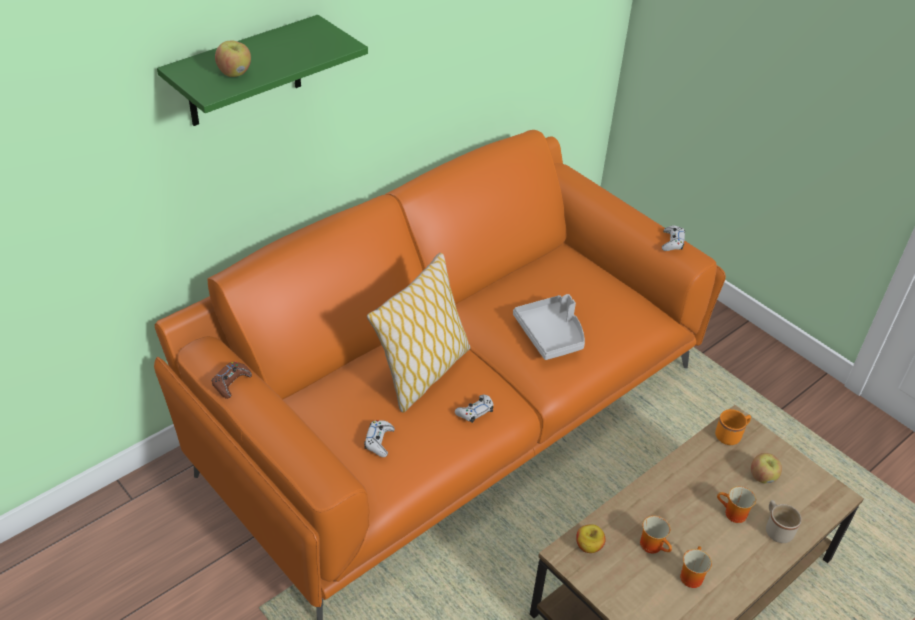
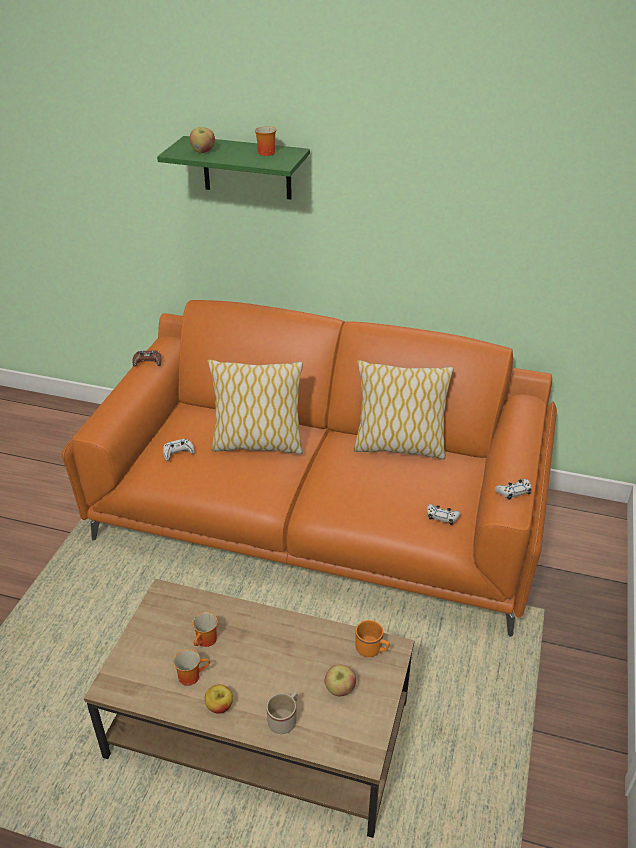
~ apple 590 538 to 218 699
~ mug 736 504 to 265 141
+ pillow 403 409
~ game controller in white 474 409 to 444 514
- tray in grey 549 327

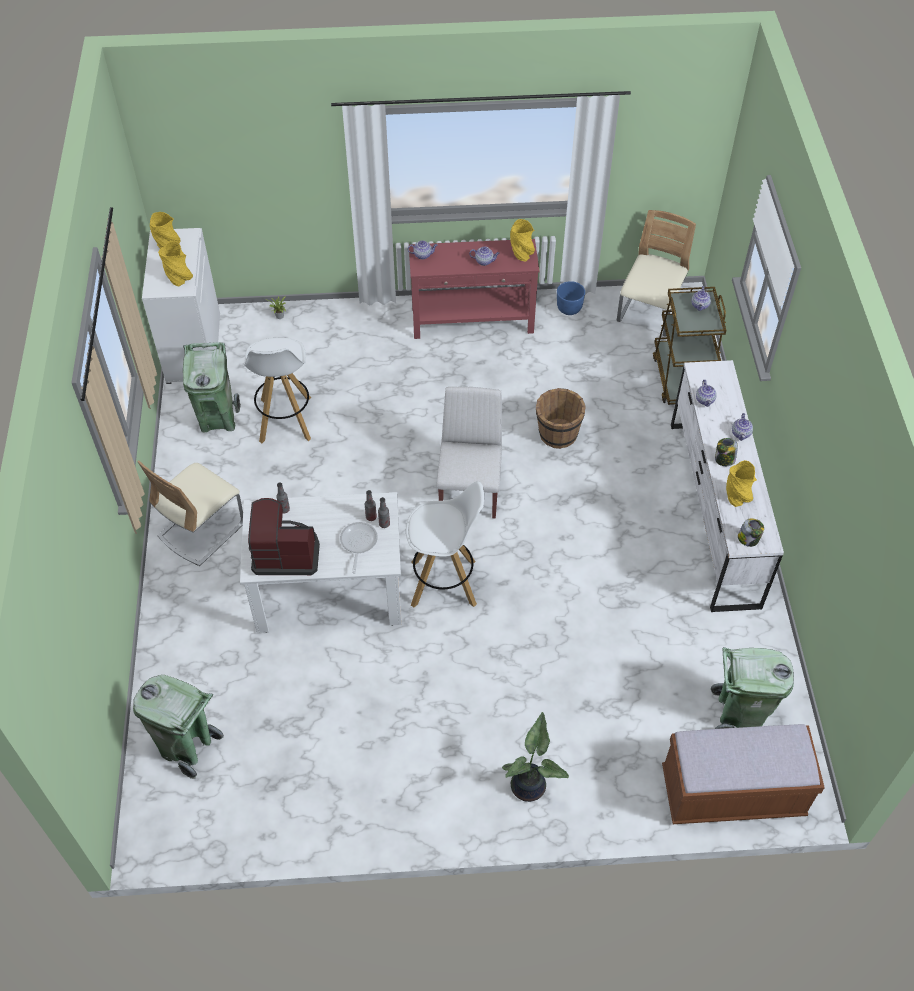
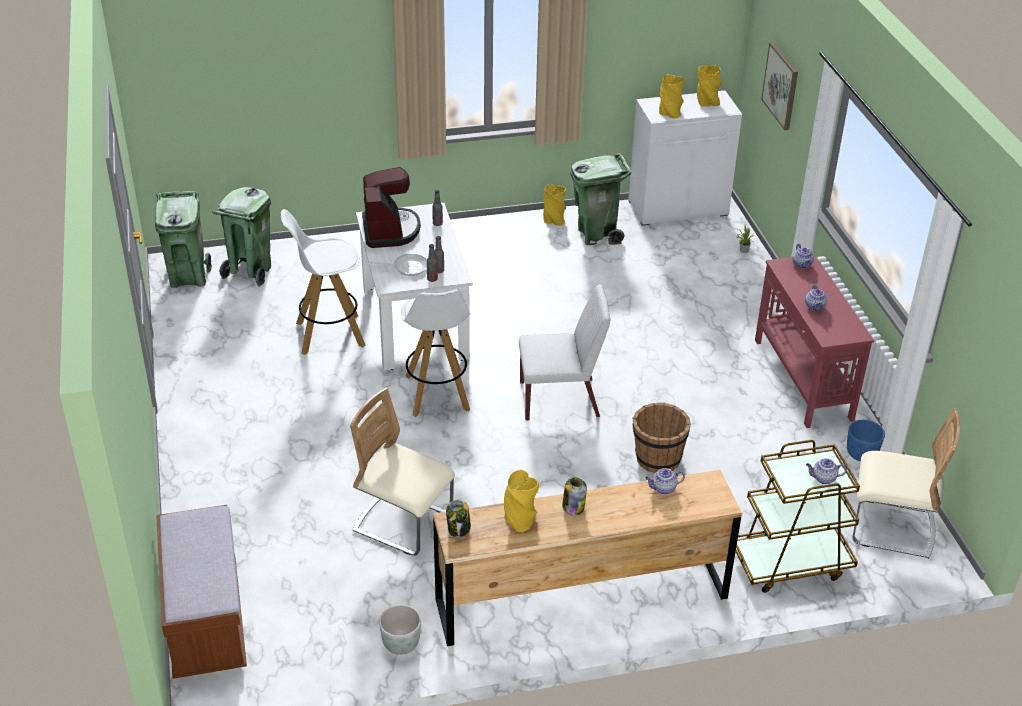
~ trash can in green 752 688 to 183 239
~ stool in white 277 391 to 323 282
~ chair in beige 190 513 to 402 472
+ planter in grey 400 630
~ dresser in white 727 486 to dresser in brown 587 558
~ vase in yellow 522 240 to 554 205
+ picture 779 86
- potted plant 535 757
- teapot 742 427

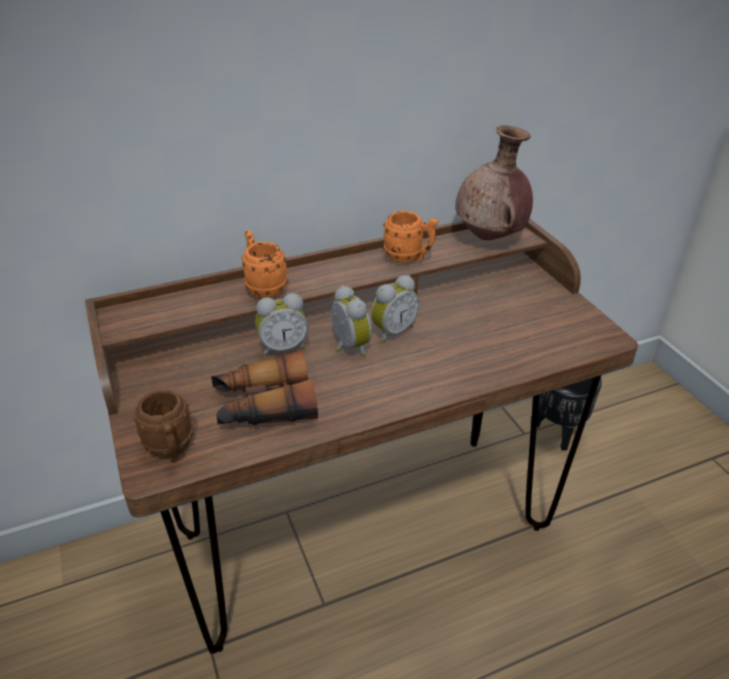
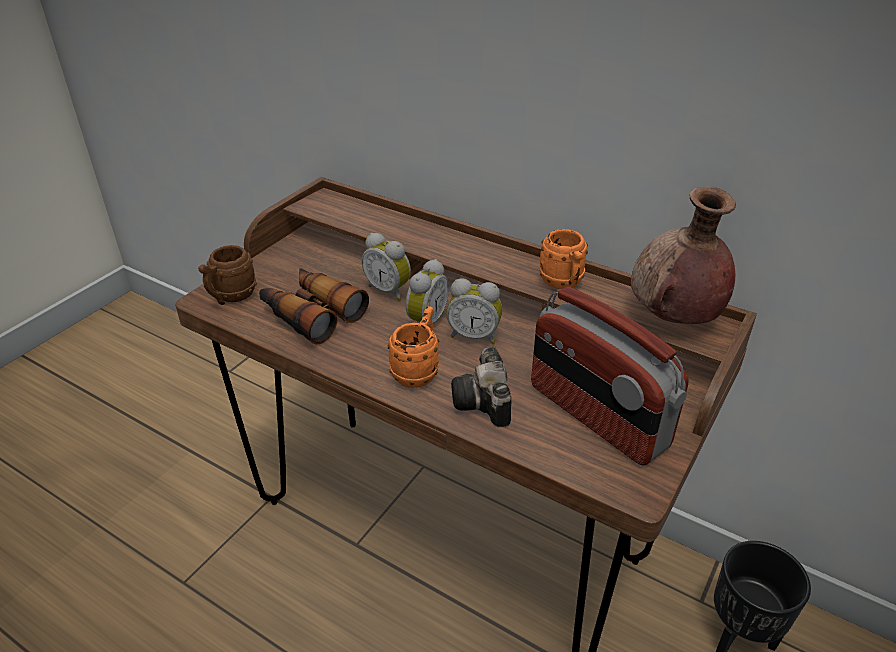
~ mug in orange 264 264 to 413 347
+ photo camera 481 387
+ radio 610 376

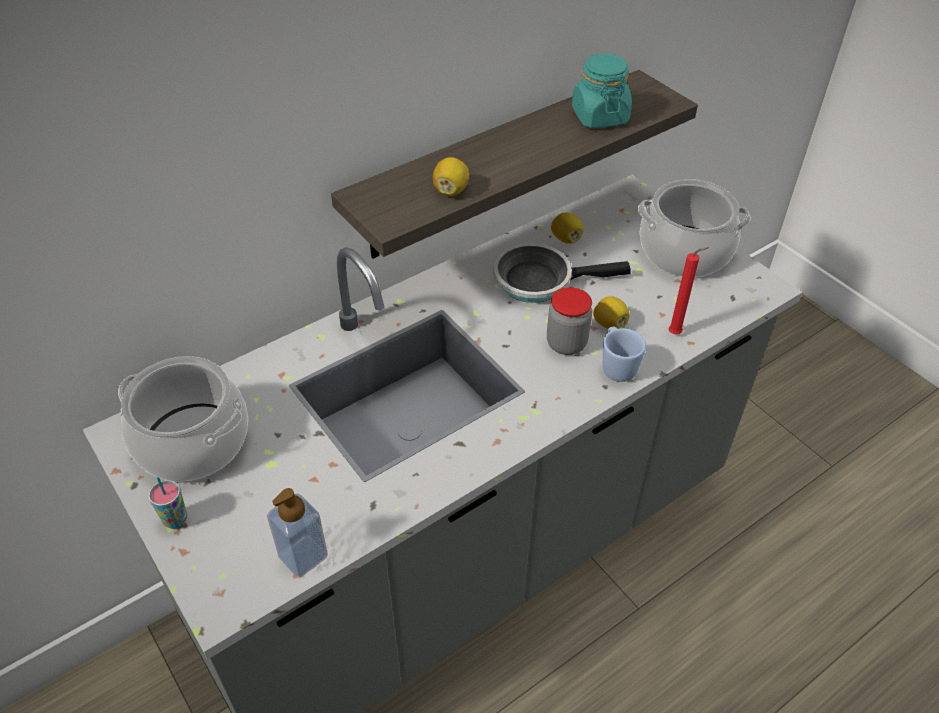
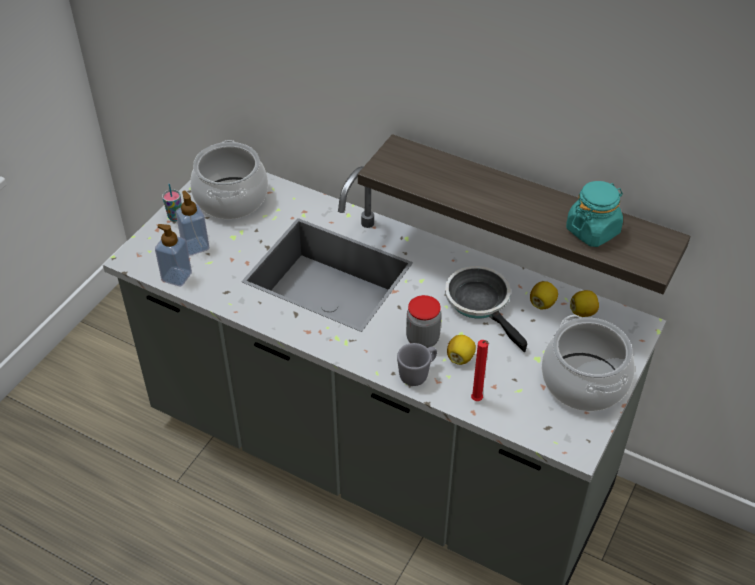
+ soap dispenser 192 223
~ mug in blue 624 354 to mug in grey 417 364
~ lemon 451 176 to 584 303

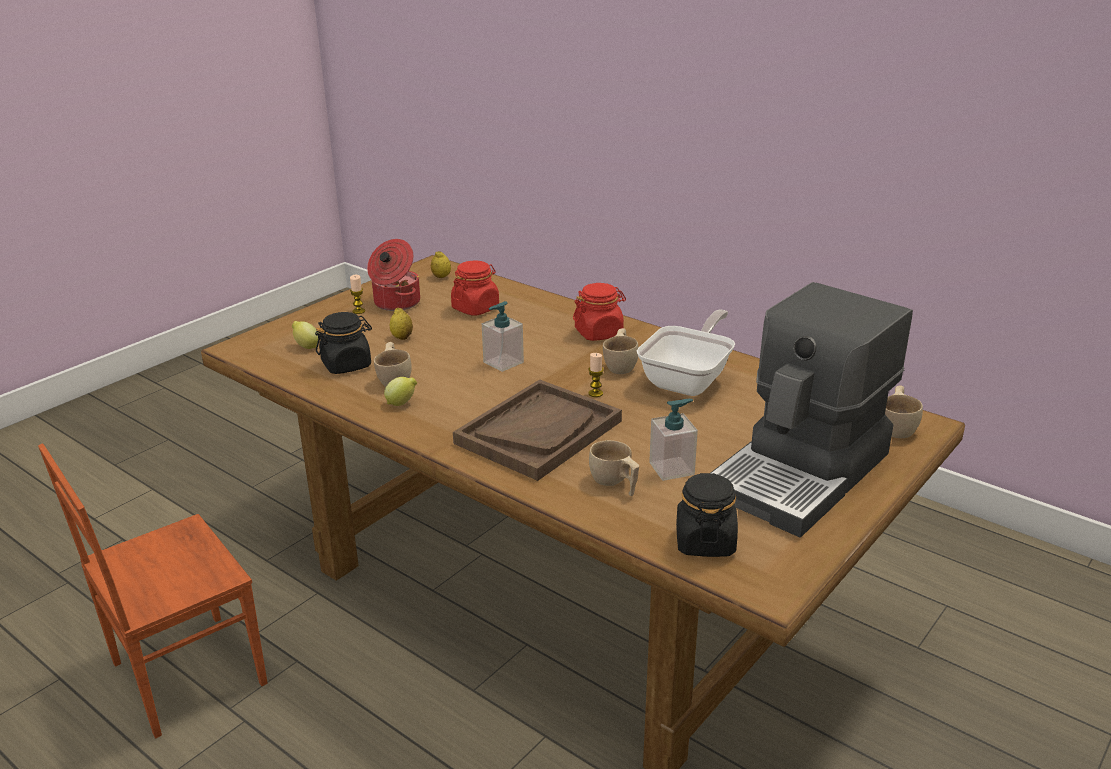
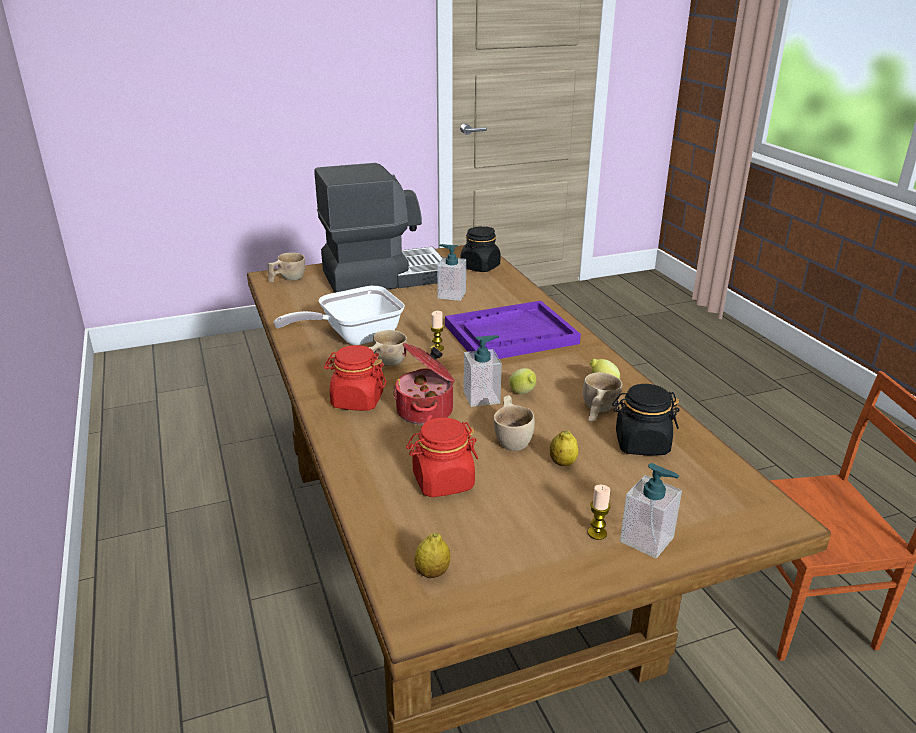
~ cooking pot 393 275 to 424 384
~ tray in brown 537 430 to tray in purple 513 330
~ cup in beige 614 468 to 514 423
~ lemon 305 335 to 522 381
+ soap dispenser 651 511

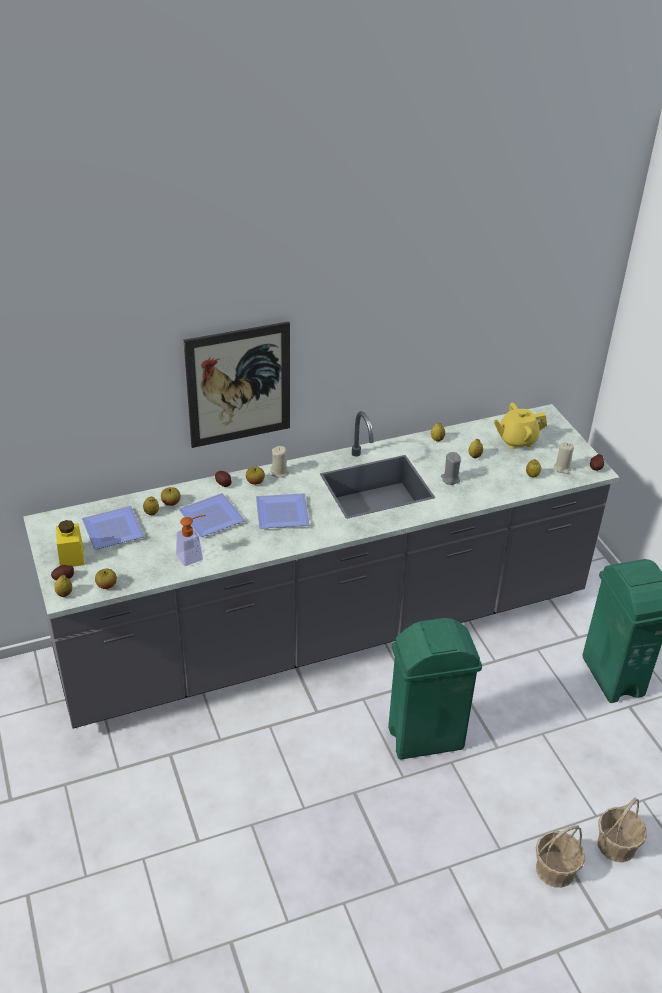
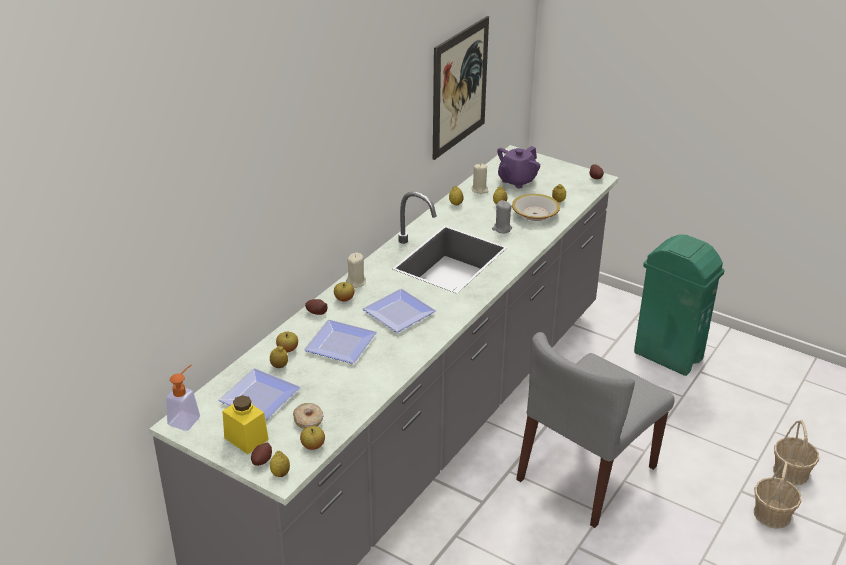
~ soap dispenser 191 540 to 183 398
+ donut 308 416
~ picture 237 384 to 461 88
~ candle in beige 564 458 to 480 178
~ teapot in yellow 520 426 to teapot in purple 518 167
+ bowl 536 207
~ trash can in green 435 688 to chair in grey 595 430

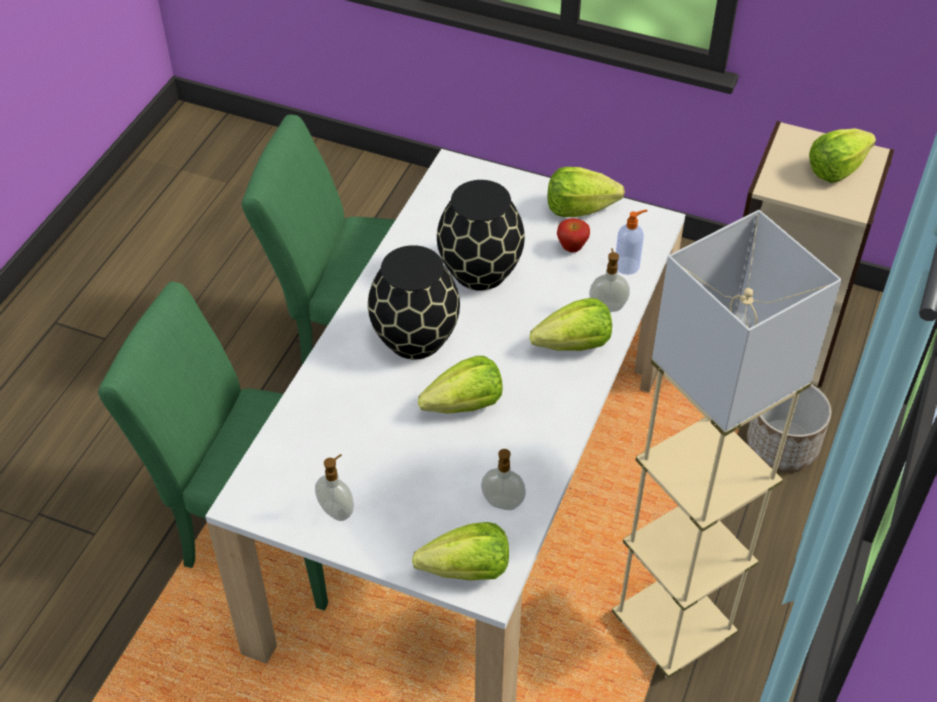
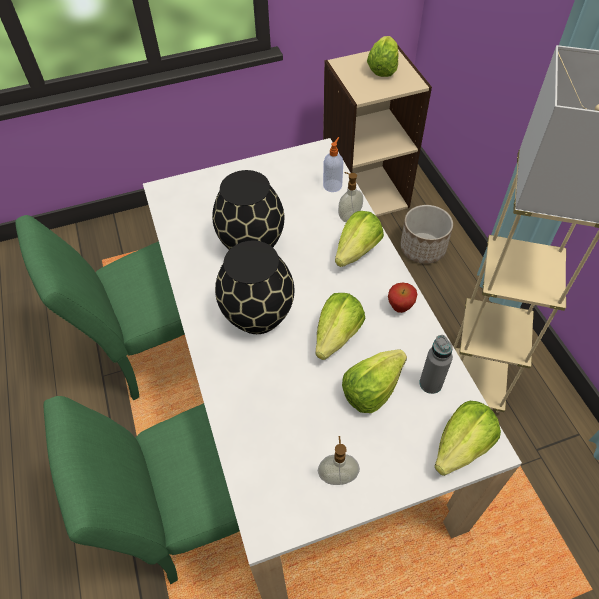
~ lettuce 586 192 to 374 381
~ apple 573 235 to 402 298
~ soap dispenser 503 479 to bottle in grey 436 364

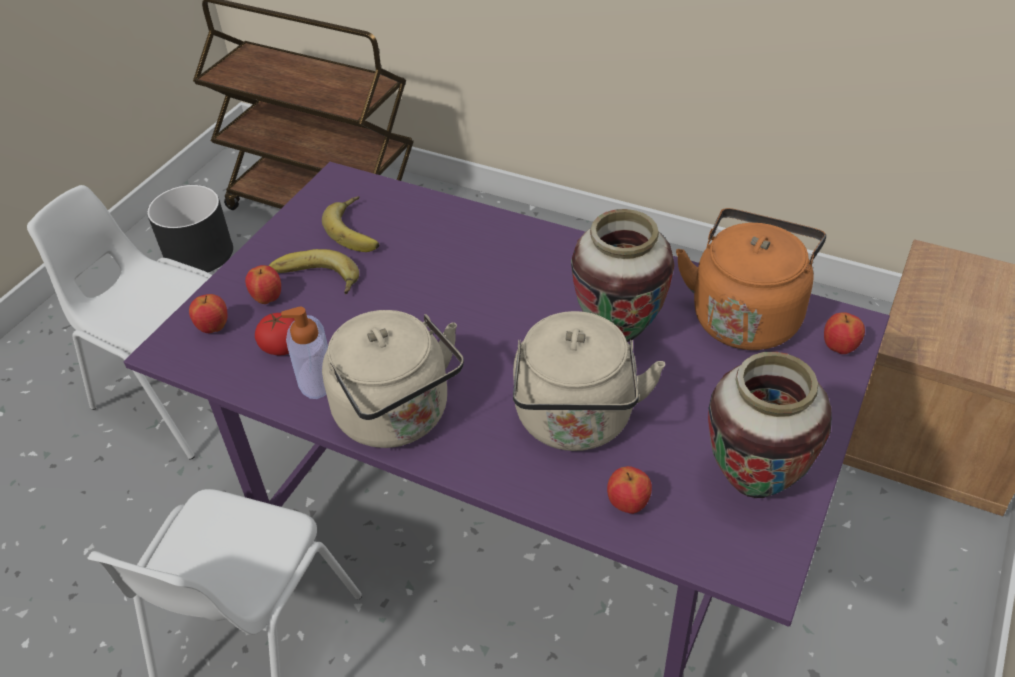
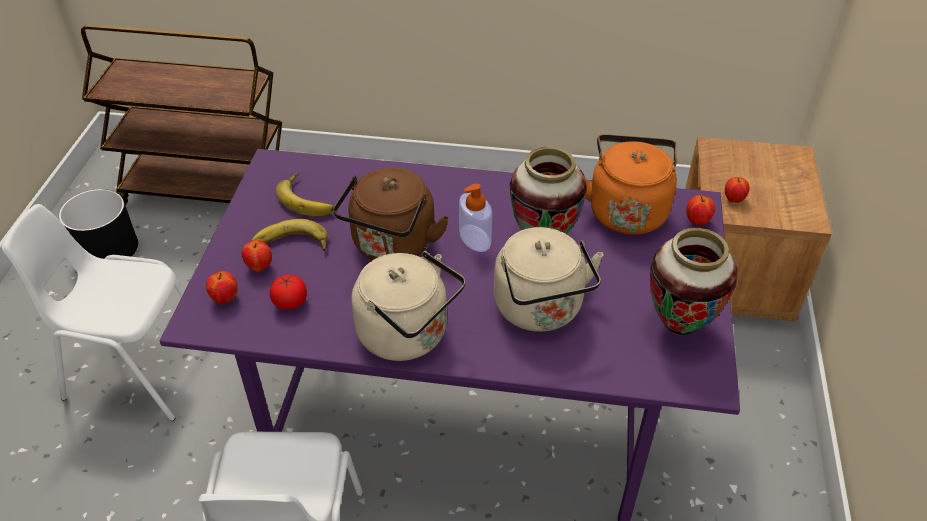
+ kettle in brown 391 213
~ soap dispenser 304 353 to 475 217
~ apple 629 490 to 737 190

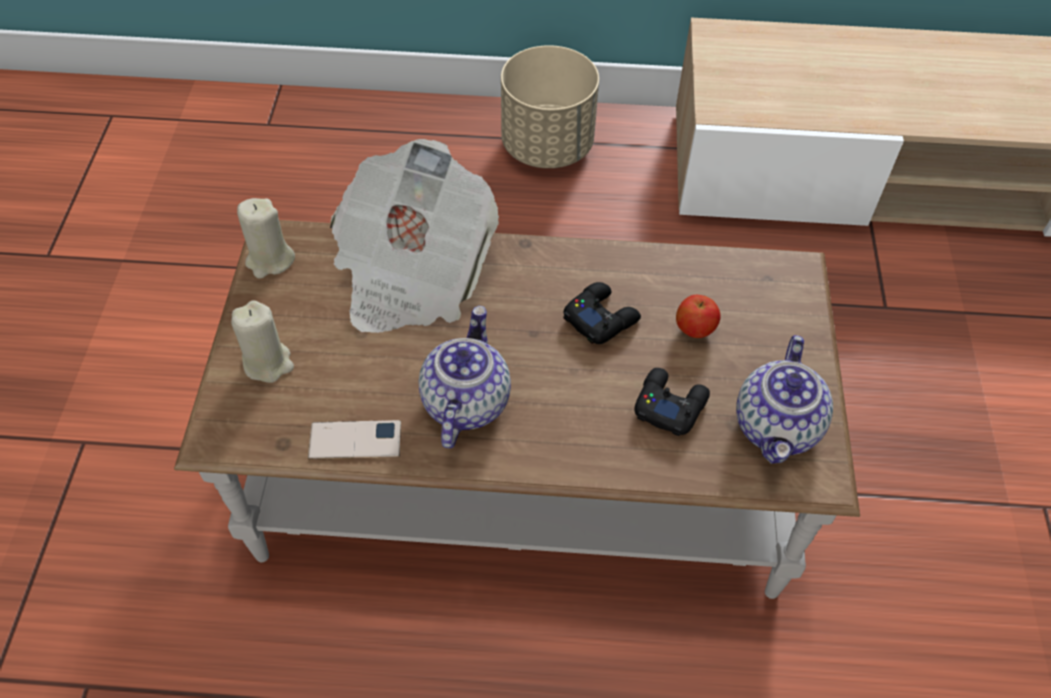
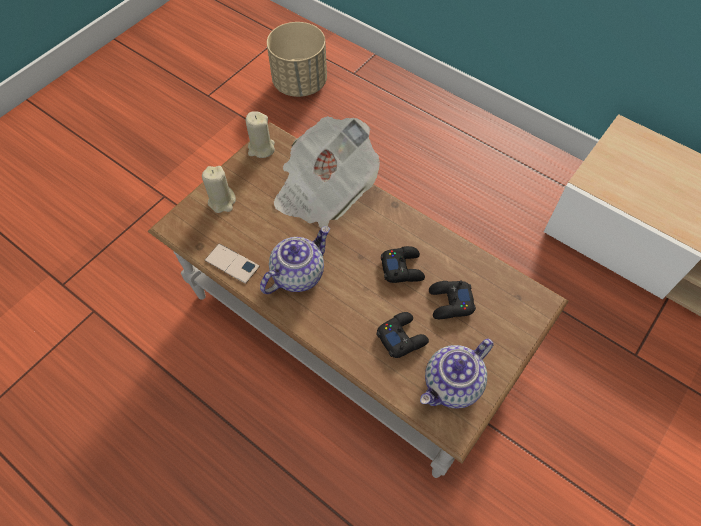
~ planter in beige 550 106 to 297 59
~ apple 698 316 to game controller in black 452 299

